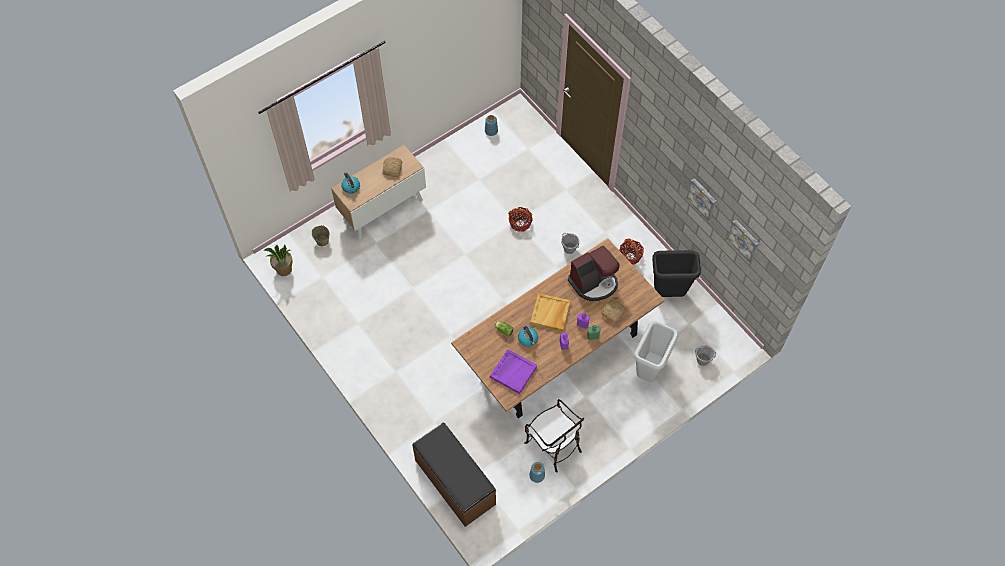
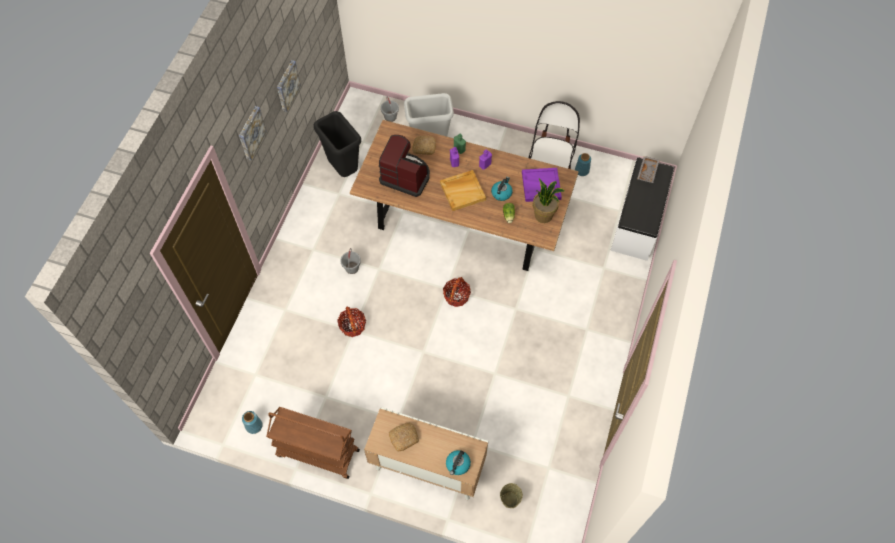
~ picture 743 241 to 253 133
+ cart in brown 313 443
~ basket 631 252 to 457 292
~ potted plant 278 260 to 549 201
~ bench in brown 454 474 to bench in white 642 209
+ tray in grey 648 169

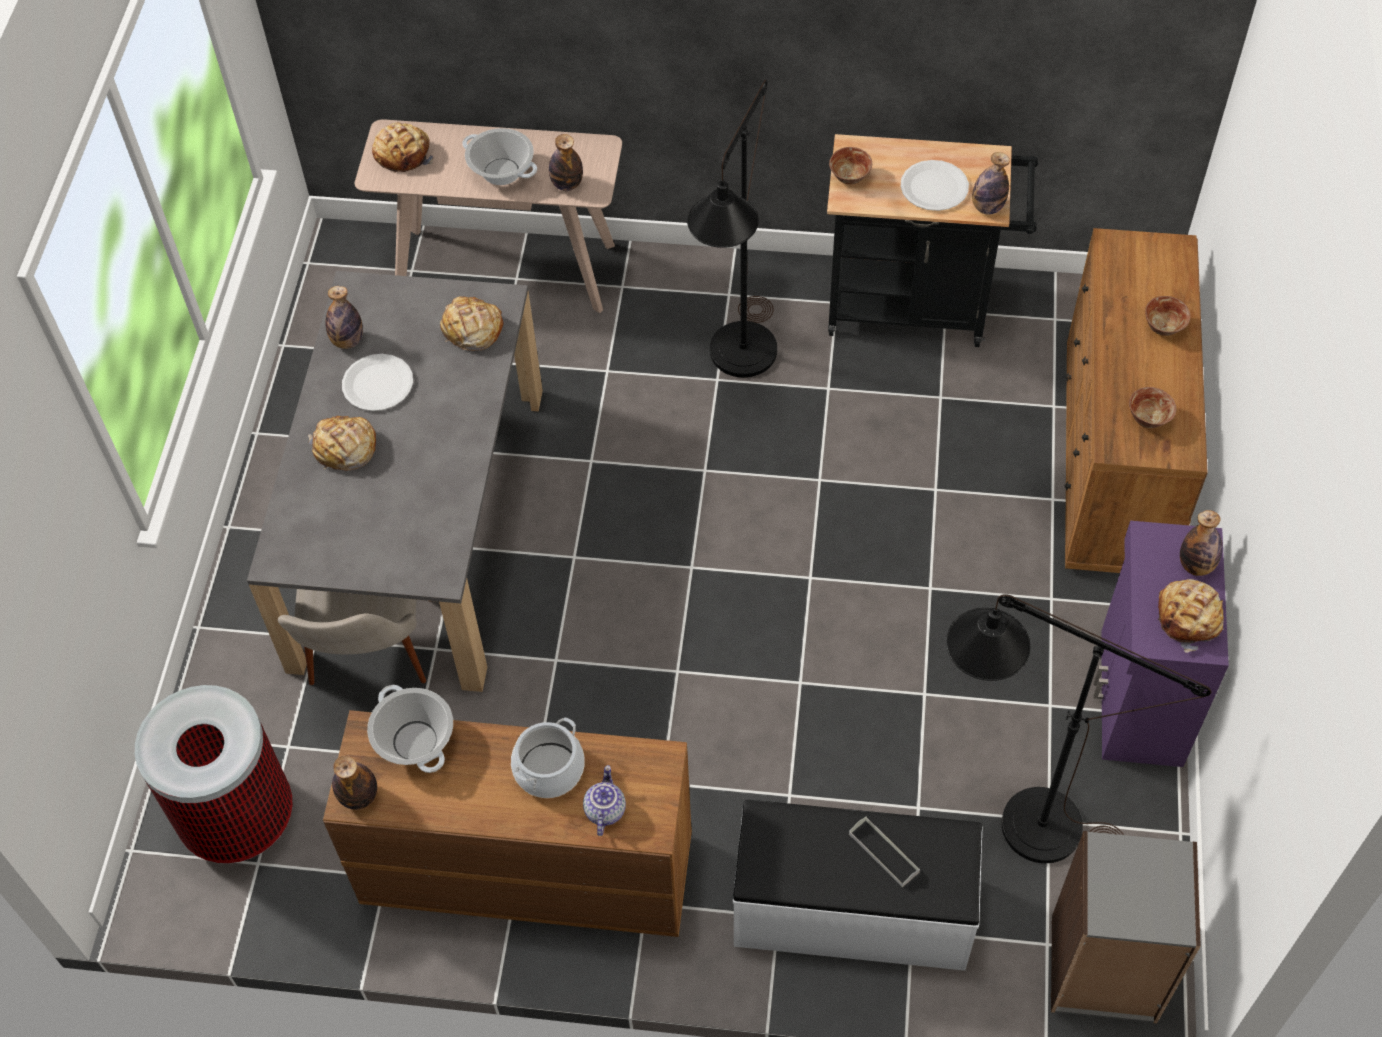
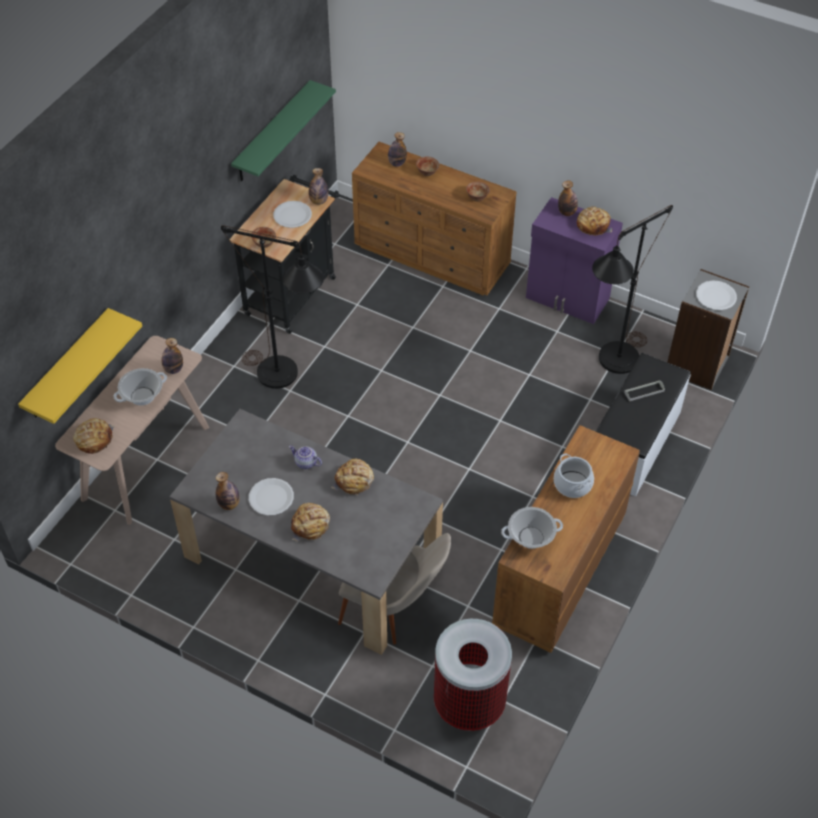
+ shelf in yellow 80 366
+ shelf in green 283 130
~ teapot 604 800 to 305 457
~ bread 472 323 to 352 477
~ bottle 354 782 to 397 149
+ plate in white 716 295

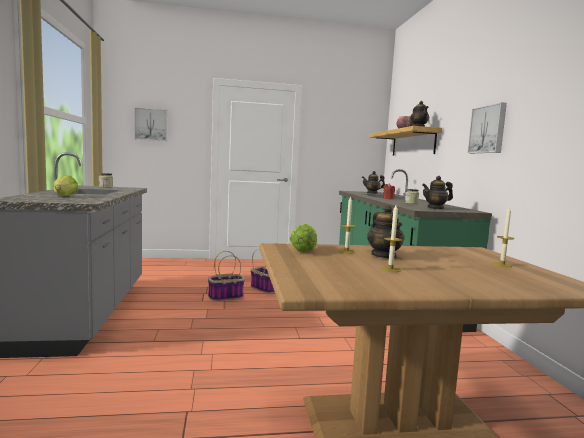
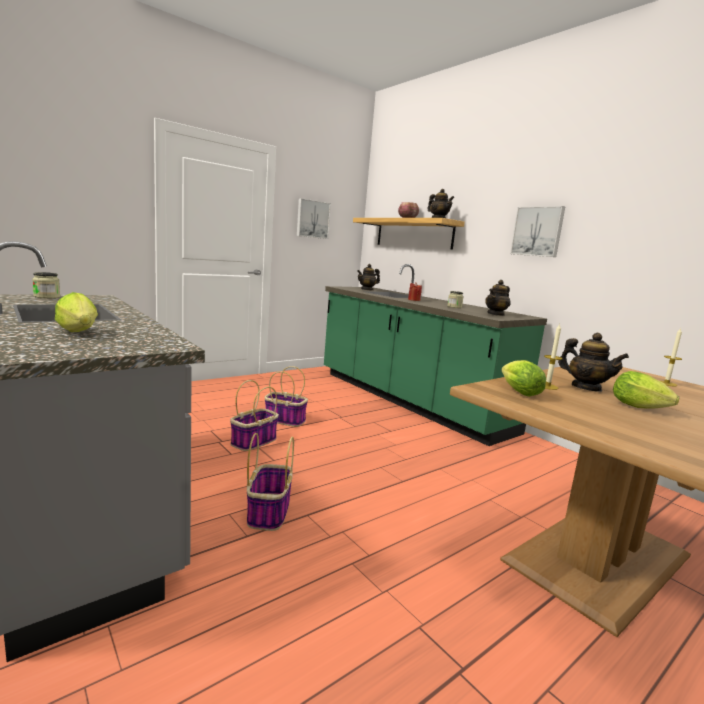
+ basket 270 482
~ picture 150 124 to 314 218
~ candle 391 238 to lettuce 646 390

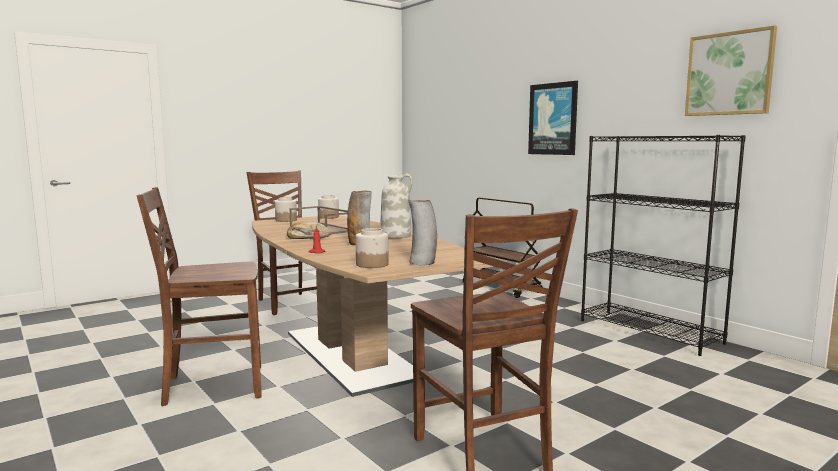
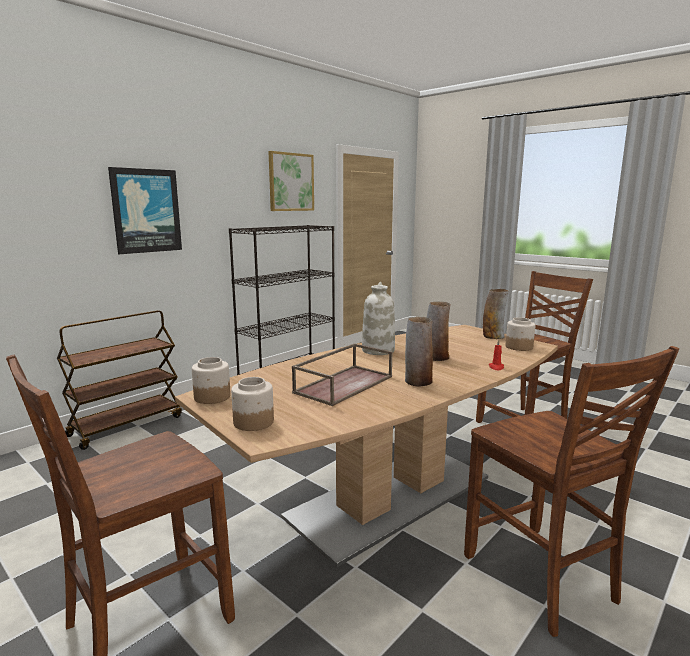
~ bread 309 230 to vase 419 352

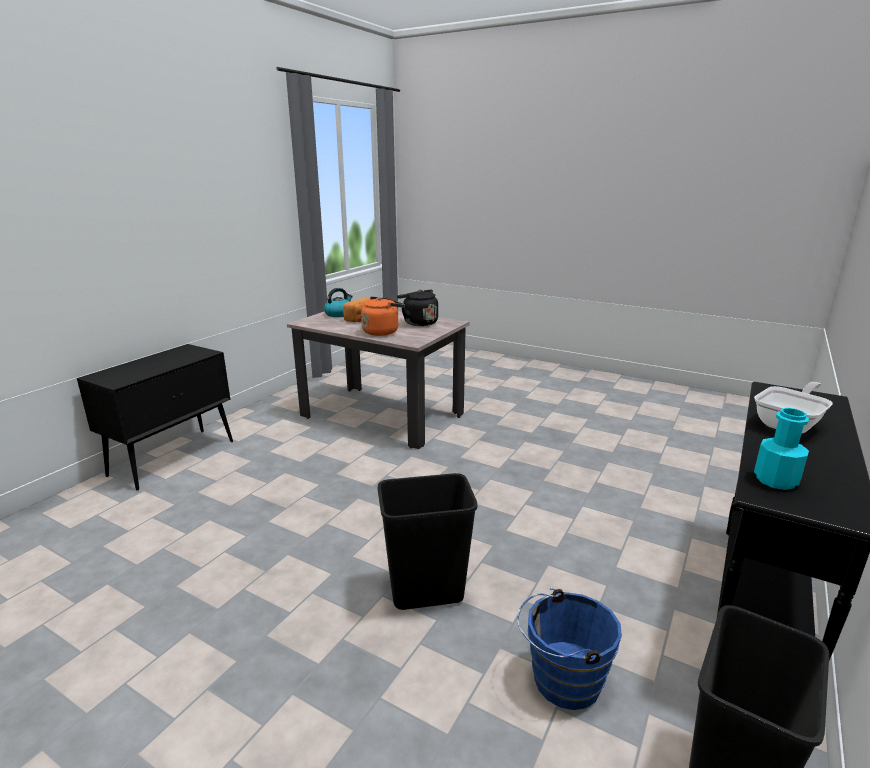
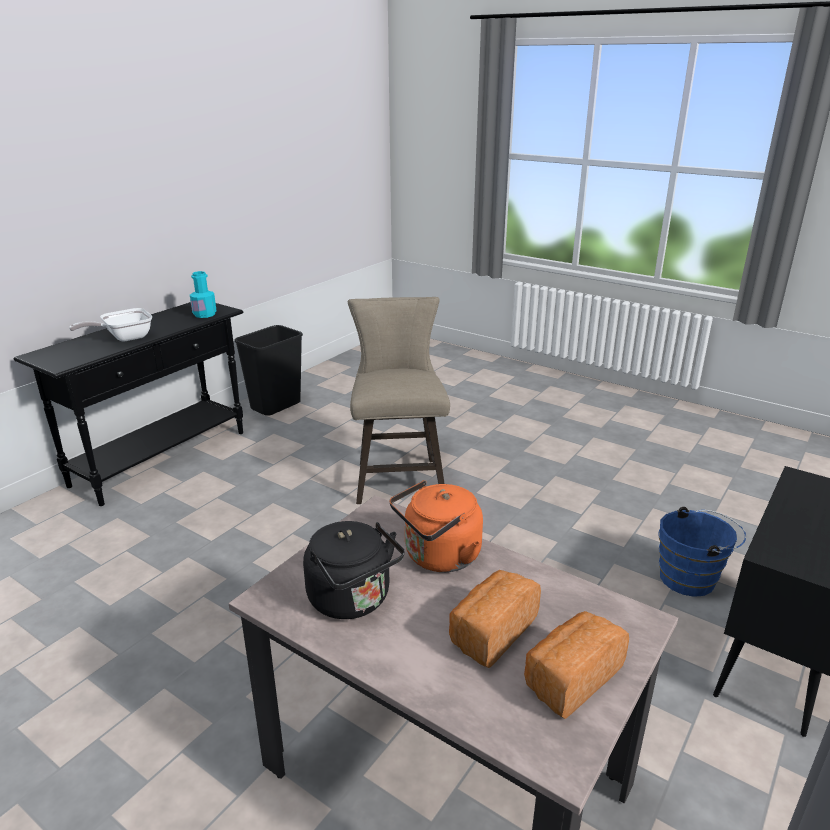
~ trash can in black 427 541 to stool in beige 399 400
~ kettle 338 302 to bread 576 665
~ bucket in blue 569 649 to 702 552

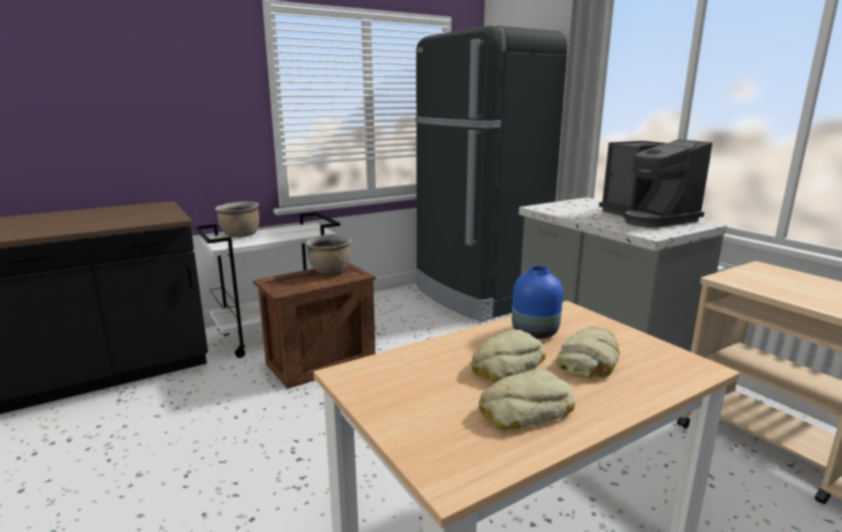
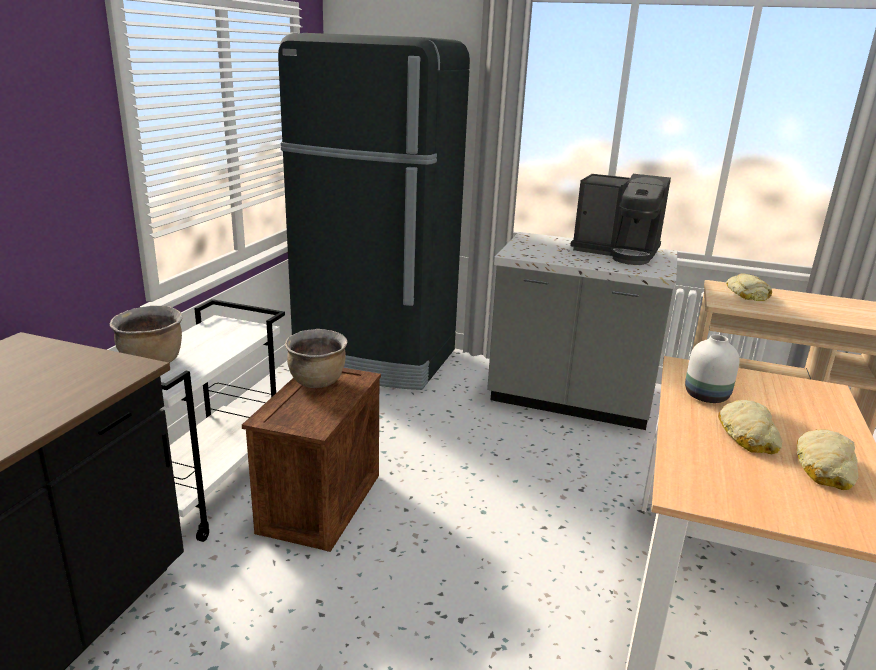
~ vase in blue 537 302 to vase in white 712 369
~ bread 588 352 to 749 287

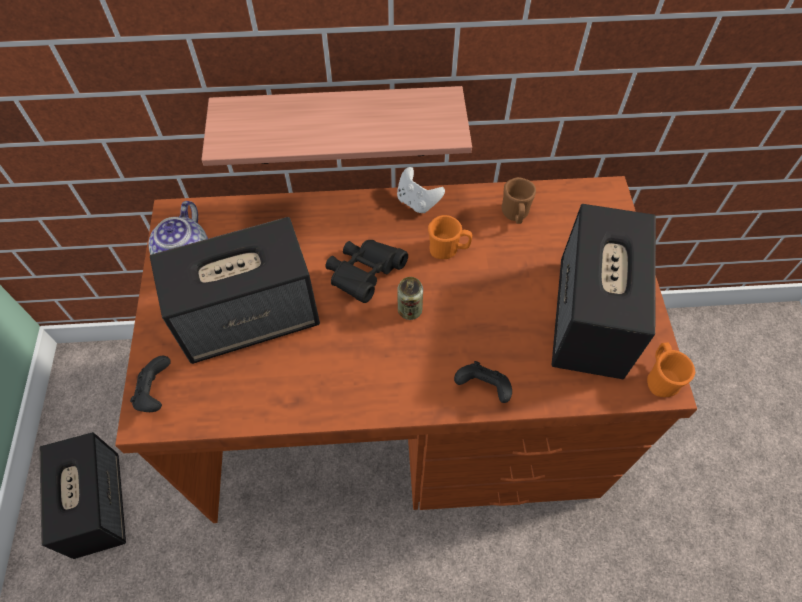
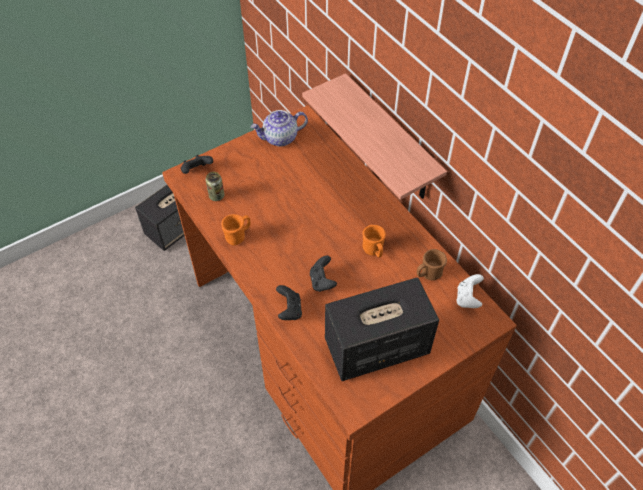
~ can 410 298 to 215 186
~ mug in orange 671 369 to 235 230
+ game controller in black 323 273
~ game controller in white 421 190 to 470 291
- speaker 235 290
- binoculars in black 367 271

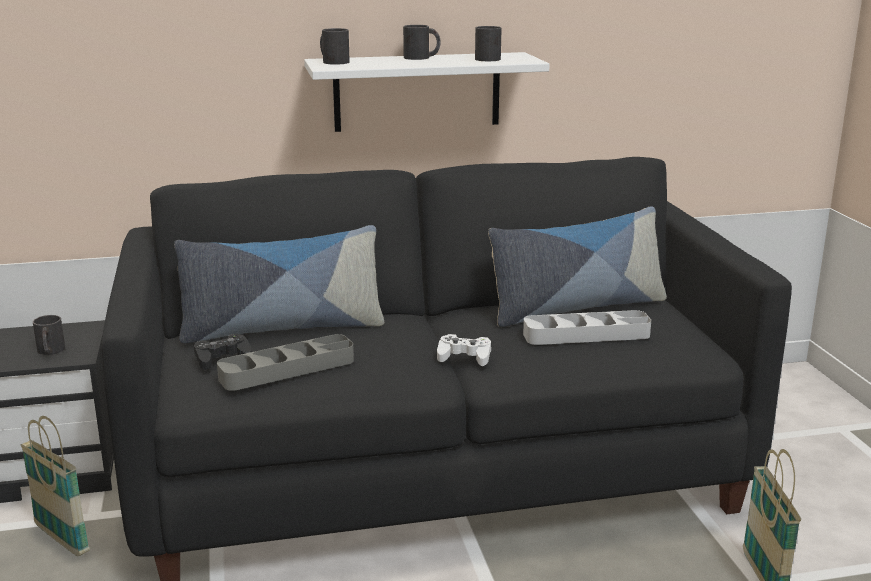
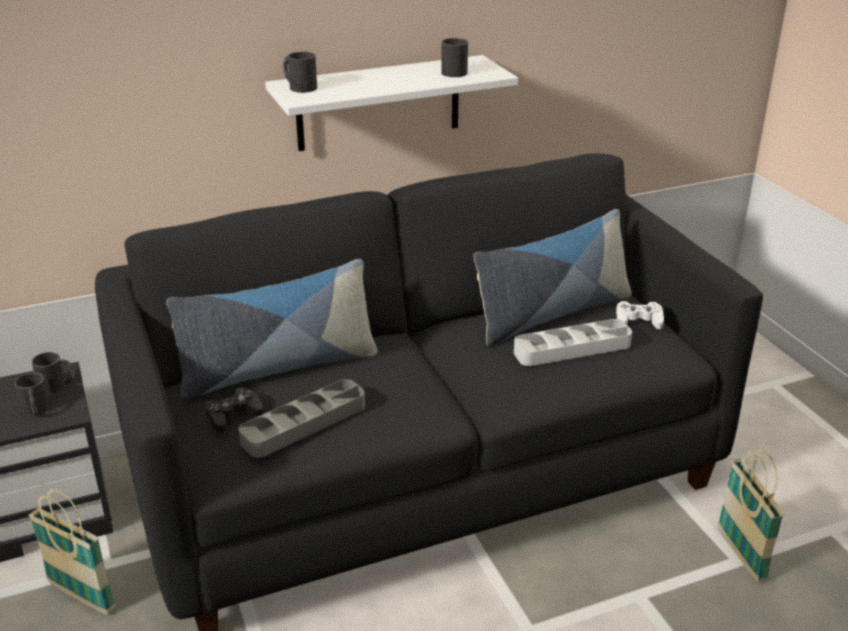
~ mug in black 422 42 to 53 372
~ game controller in white 464 350 to 640 315

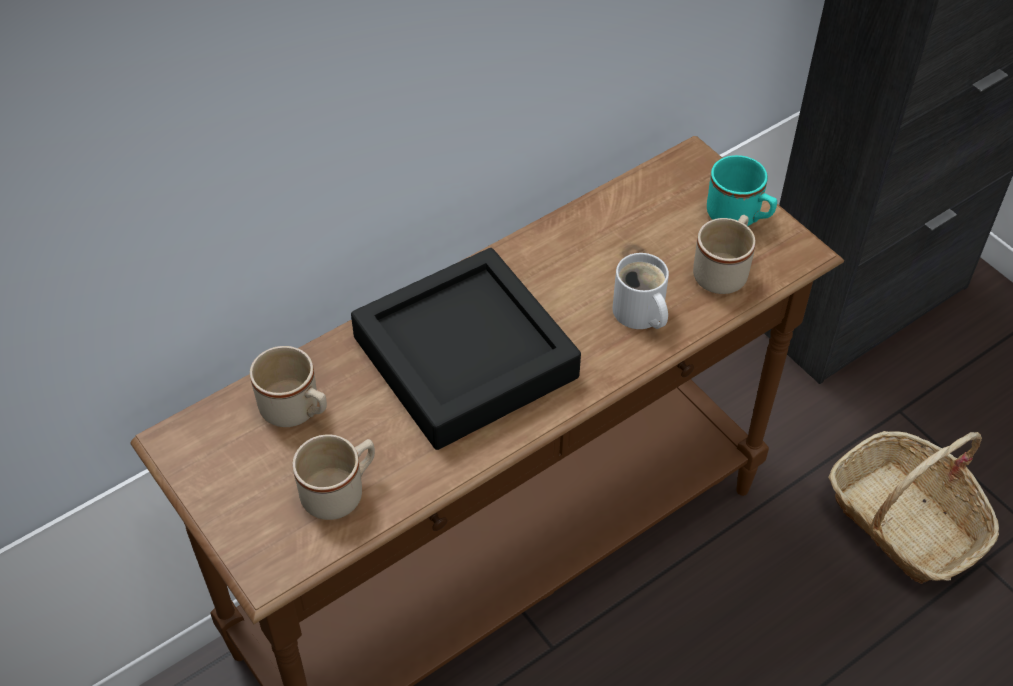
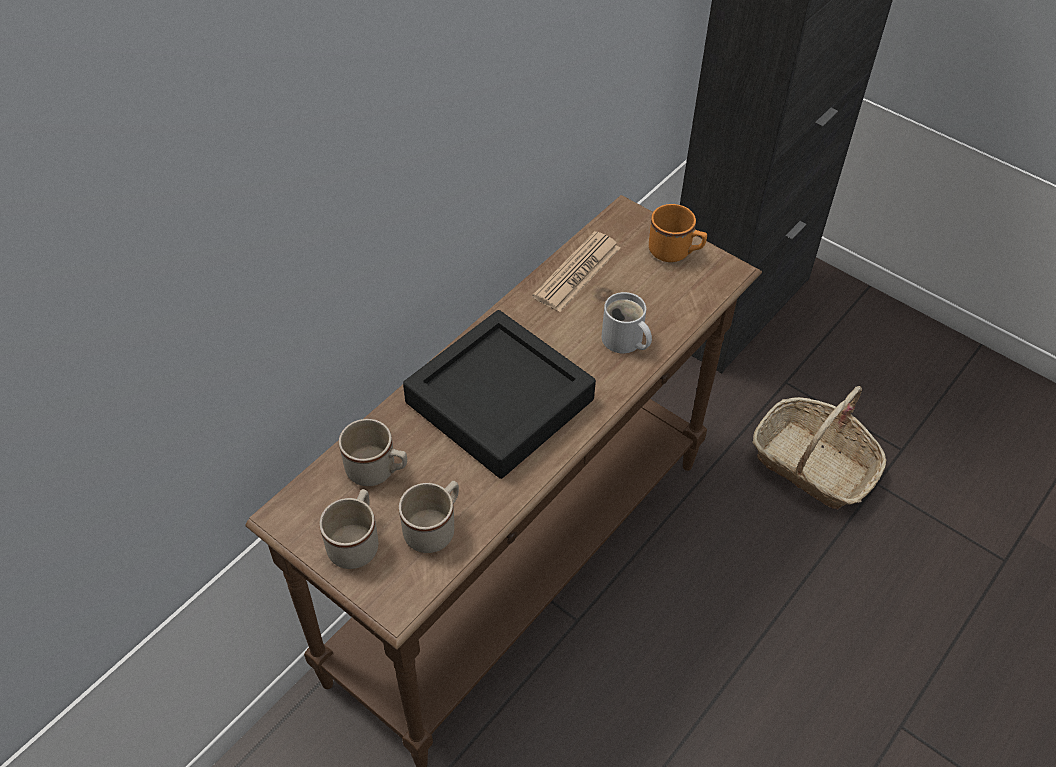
~ mug in beige 724 254 to 348 529
+ newspaper 576 271
~ mug in turquoise 742 190 to mug in orange 678 233

